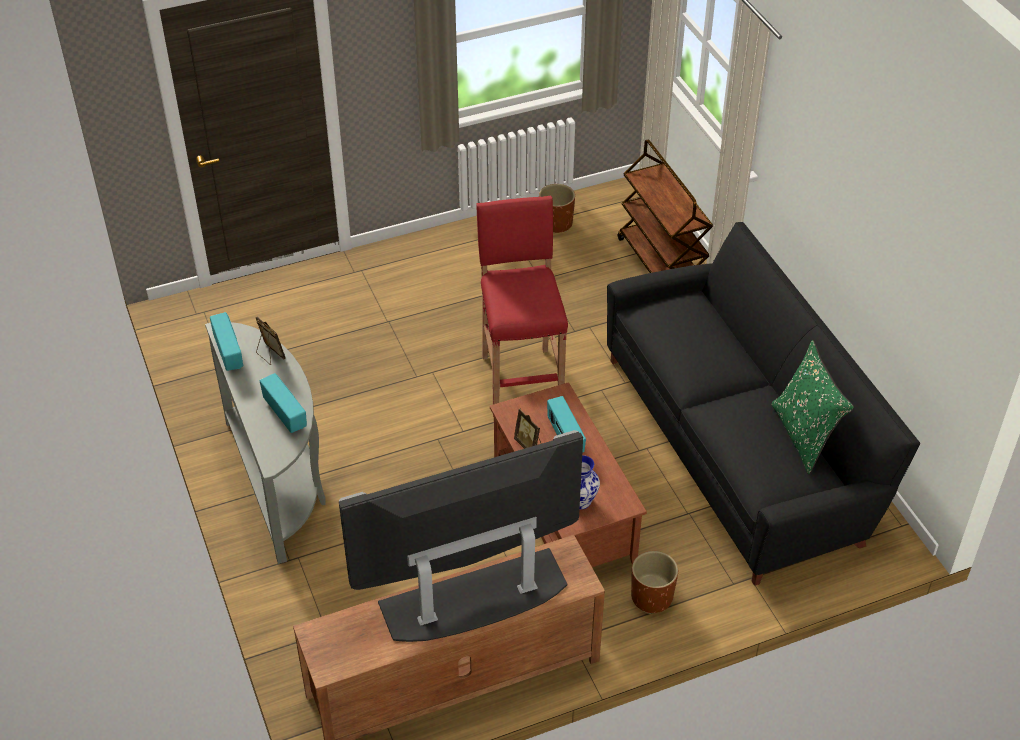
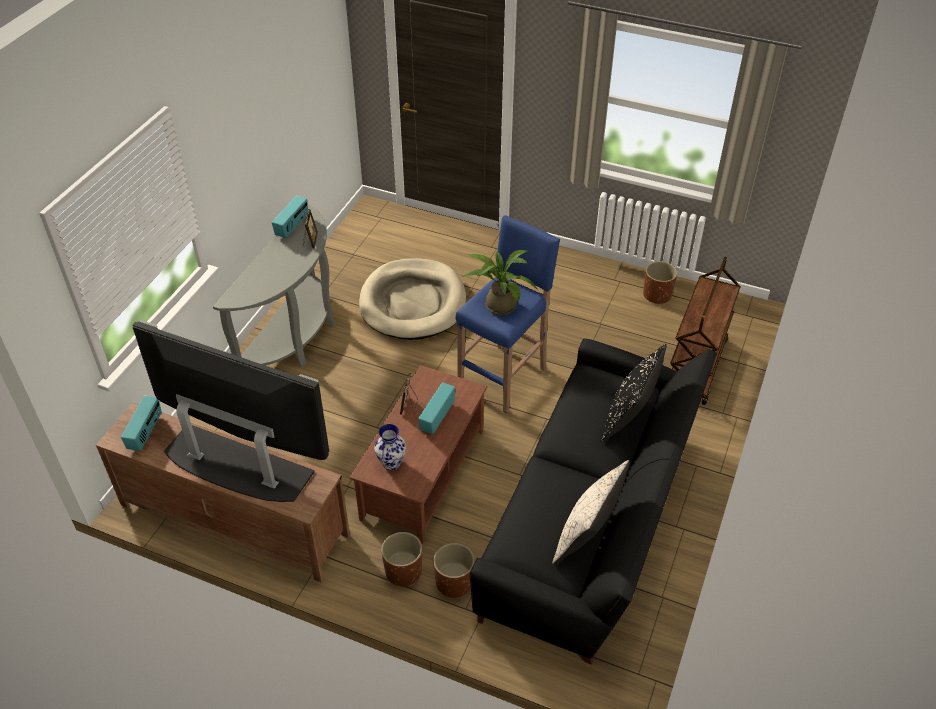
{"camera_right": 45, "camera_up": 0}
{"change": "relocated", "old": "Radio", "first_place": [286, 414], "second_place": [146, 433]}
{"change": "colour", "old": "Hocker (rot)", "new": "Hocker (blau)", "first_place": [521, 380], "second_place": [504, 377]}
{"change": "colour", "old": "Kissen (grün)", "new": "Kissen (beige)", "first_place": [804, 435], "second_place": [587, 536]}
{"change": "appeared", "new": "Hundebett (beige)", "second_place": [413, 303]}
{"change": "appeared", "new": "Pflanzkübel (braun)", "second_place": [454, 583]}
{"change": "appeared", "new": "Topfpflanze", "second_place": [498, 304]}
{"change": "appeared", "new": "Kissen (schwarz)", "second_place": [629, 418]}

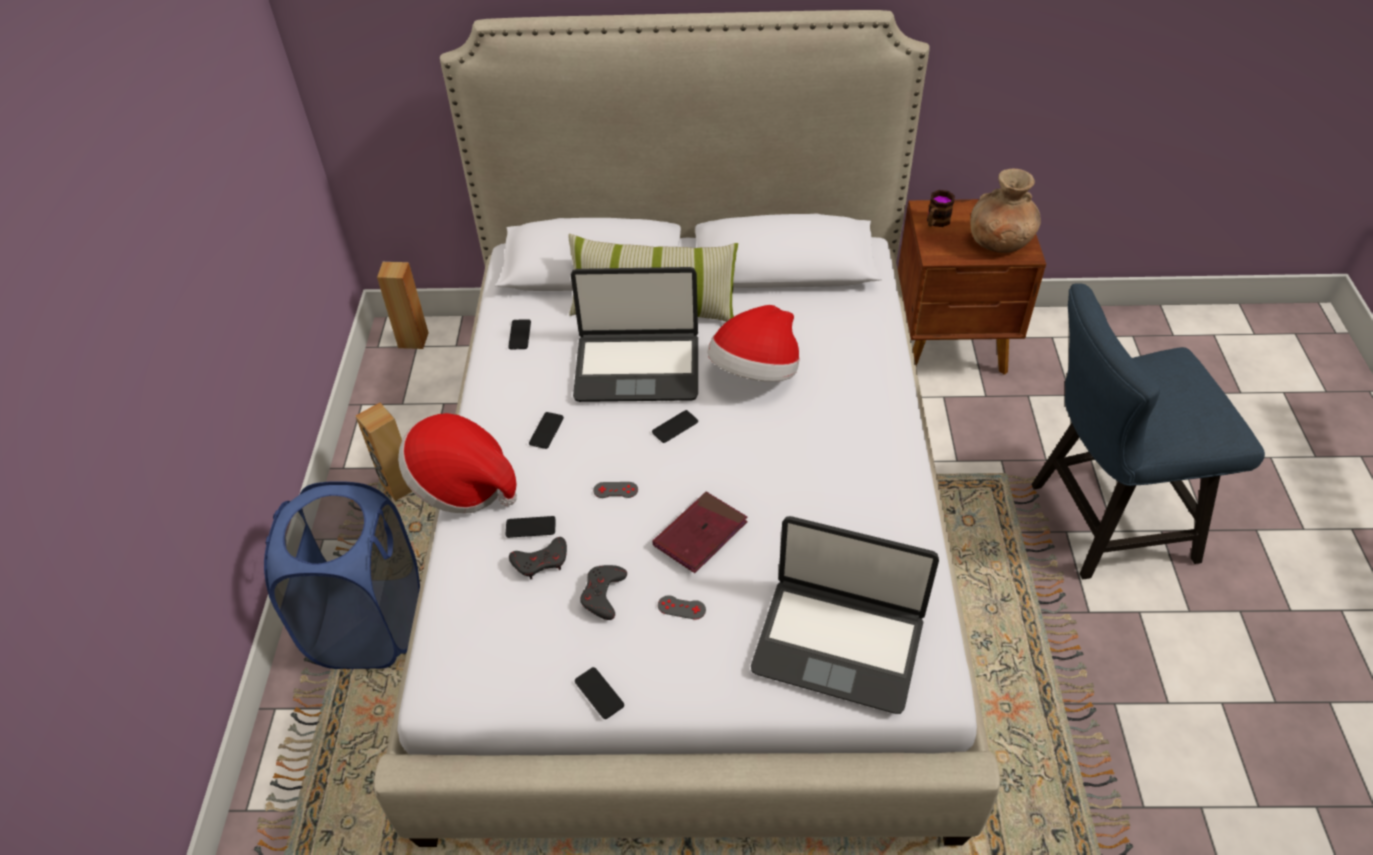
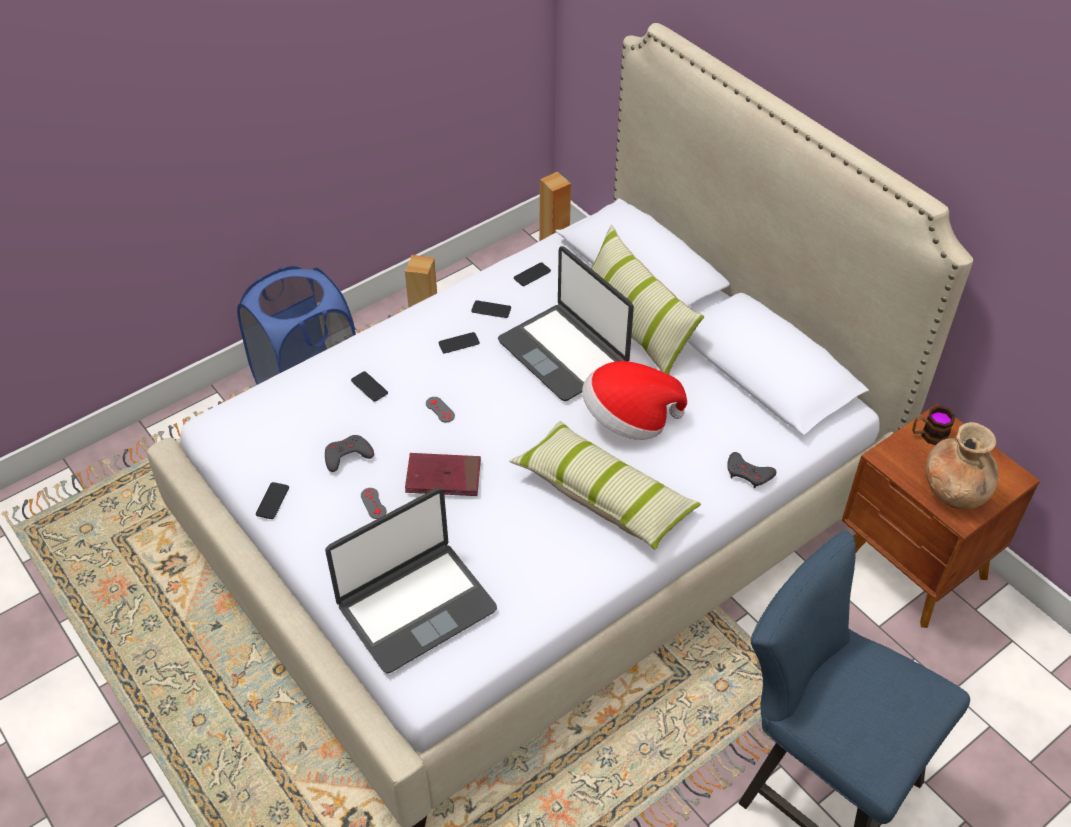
{"camera_right": 50, "camera_up": 0}
{"change": "missing", "old": "Hut", "first_place": [462, 484]}
{"change": "relocated", "old": "Gamepad (grau)", "first_place": [541, 561], "second_place": [748, 473]}
{"change": "relocated", "old": "Handy", "first_place": [675, 427], "second_place": [491, 309]}
{"change": "spun", "old": "Laptop", "first_place": [838, 643], "second_place": [415, 606], "degrees": -105}
{"change": "appeared", "new": "Kissen", "second_place": [604, 495]}

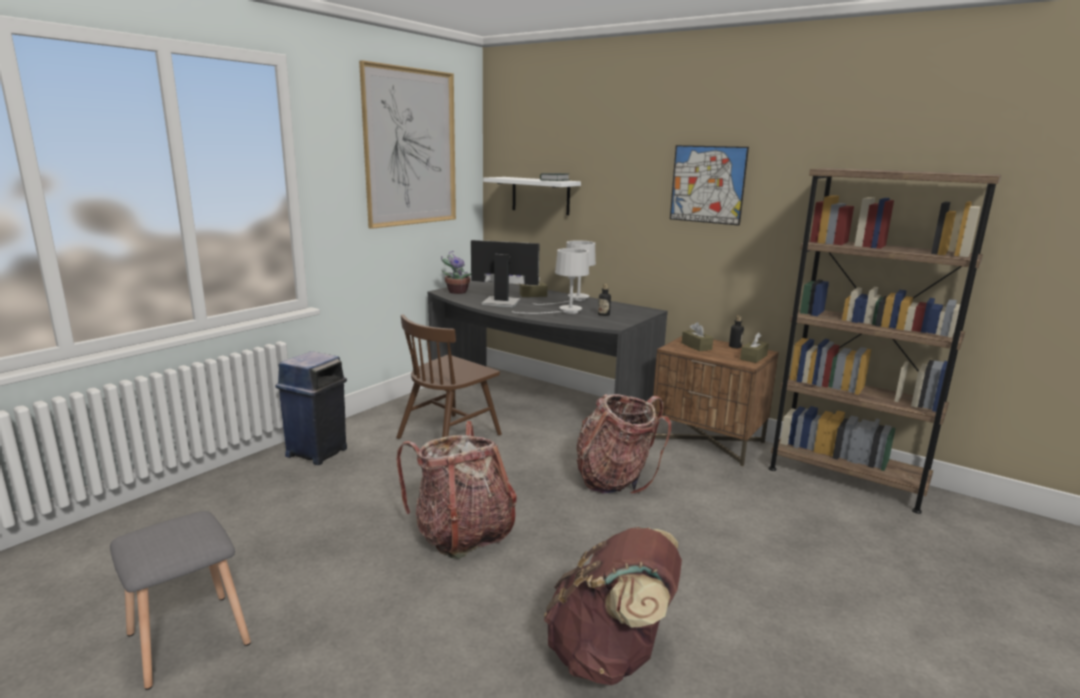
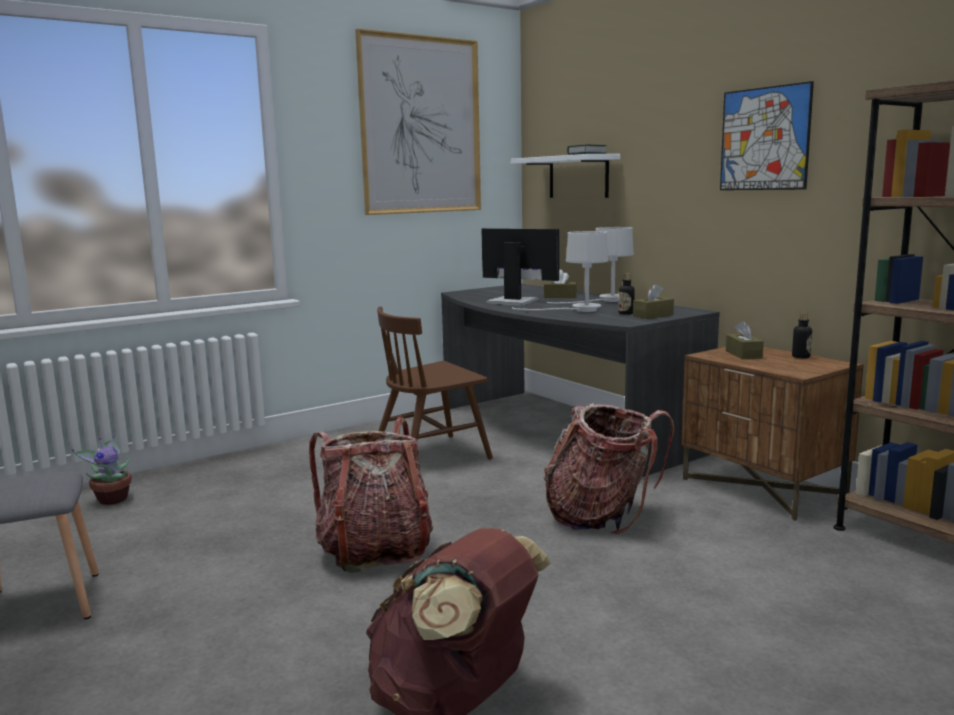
{"camera_right": 20, "camera_up": -5}
{"change": "missing", "old": "Mülleimer (blau)", "first_place": [318, 452]}
{"change": "relocated", "old": "Topfpflanze", "first_place": [456, 292], "second_place": [112, 499]}
{"change": "relocated", "old": "Taschentuchbox (braun)", "first_place": [753, 357], "second_place": [653, 315]}

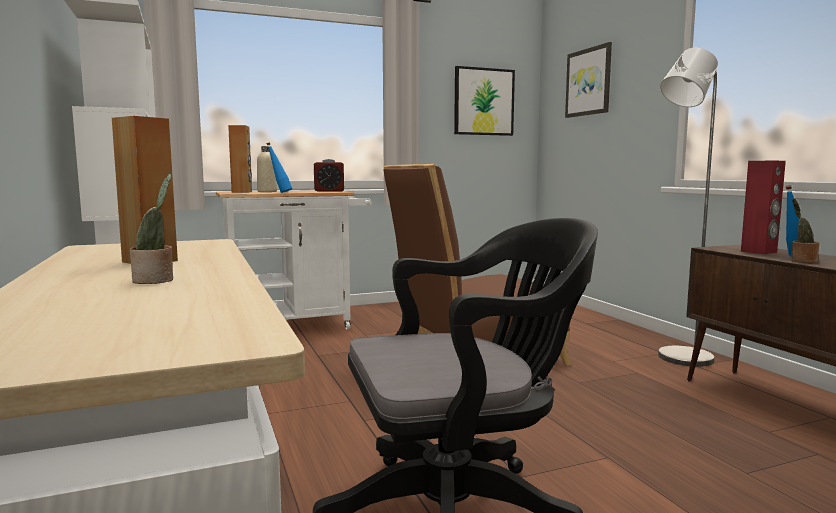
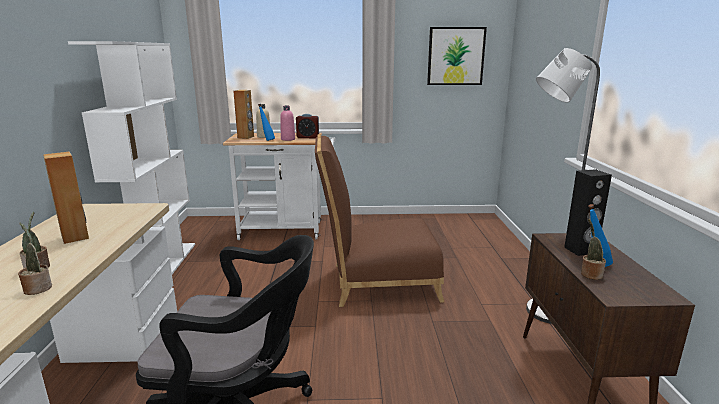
{"camera_right": 20, "camera_up": 10}
{"change": "missing", "old": "Bild", "first_place": [588, 82]}
{"change": "colour", "old": "Lautsprecher (rot)", "new": "Lautsprecher (schwarz)", "first_place": [759, 252], "second_place": [581, 250]}
{"change": "appeared", "new": "Topfpflanze", "second_place": [37, 288]}
{"change": "appeared", "new": "Flasche (rosa)", "second_place": [288, 139]}

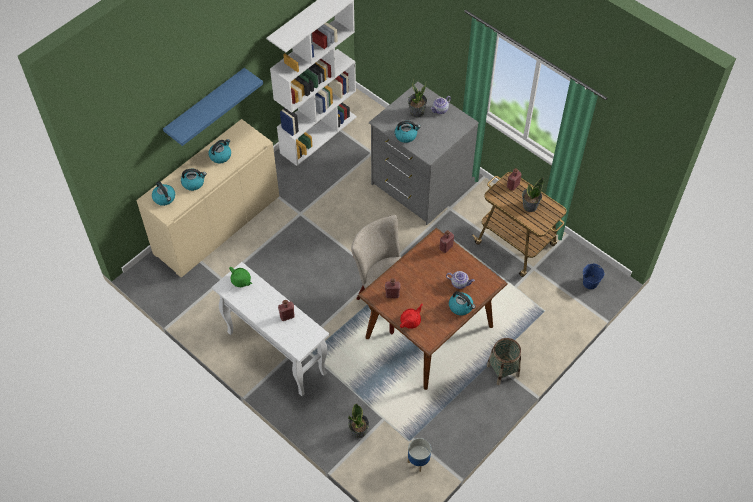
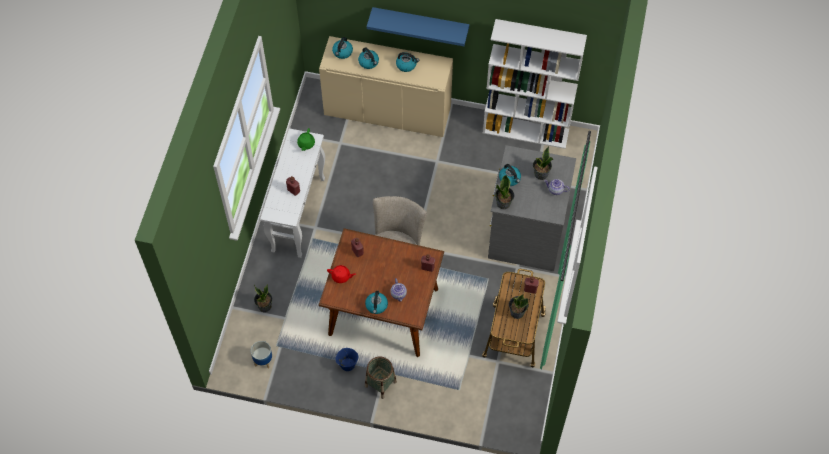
{"camera_right": 60, "camera_up": 5}
{"change": "relocated", "old": "Eimer (blau)", "first_place": [590, 283], "second_place": [347, 364]}
{"change": "appeared", "new": "Topfpflanze", "second_place": [503, 203]}

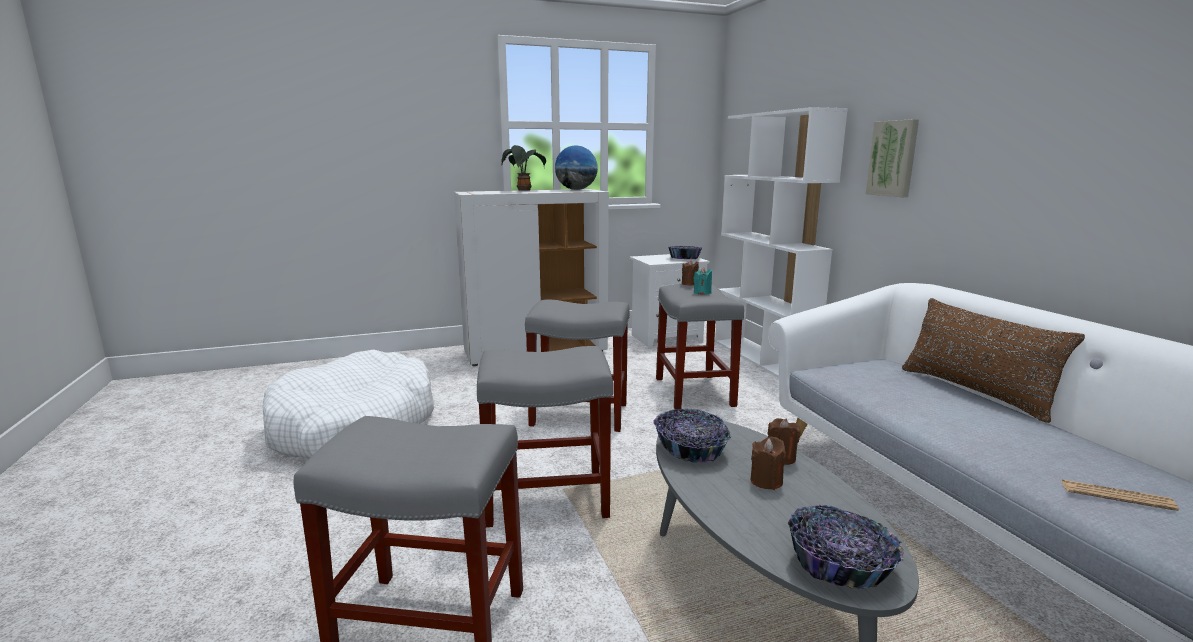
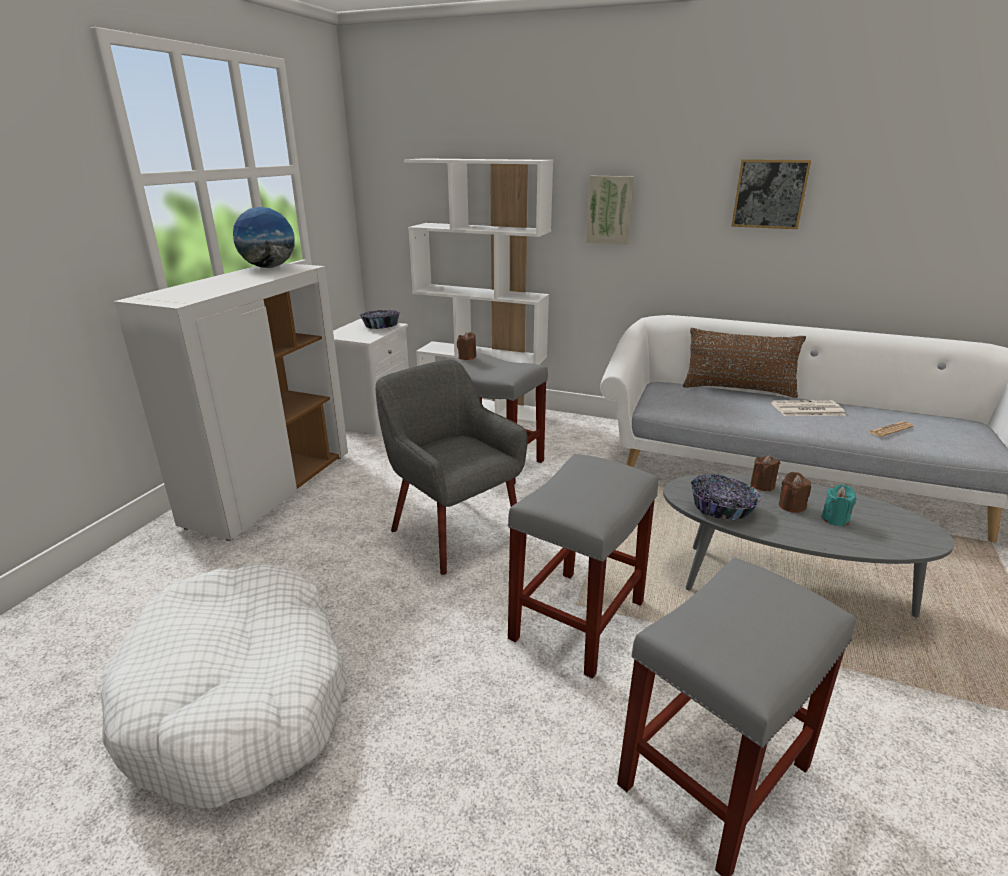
{"camera_right": -50, "camera_up": 10}
{"change": "missing", "old": "Topfpflanze", "first_place": [524, 190]}
{"change": "exchanged", "old": "Hocker (grau)", "new": "Sessel (grau)", "first_place": [581, 414], "second_place": [453, 531]}
{"change": "relocated", "old": "Kerze (türkis)", "first_place": [702, 293], "second_place": [835, 519]}
{"change": "missing", "old": "Schüssel", "first_place": [840, 565]}
{"change": "appeared", "new": "Bild", "second_place": [769, 194]}
{"change": "appeared", "new": "Zeitung", "second_place": [806, 409]}

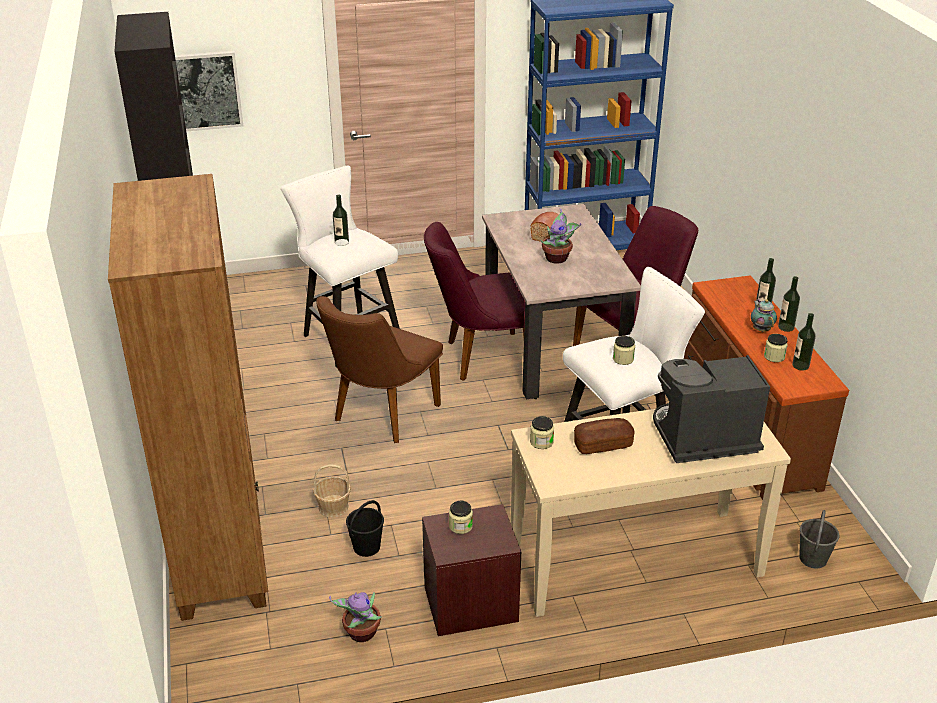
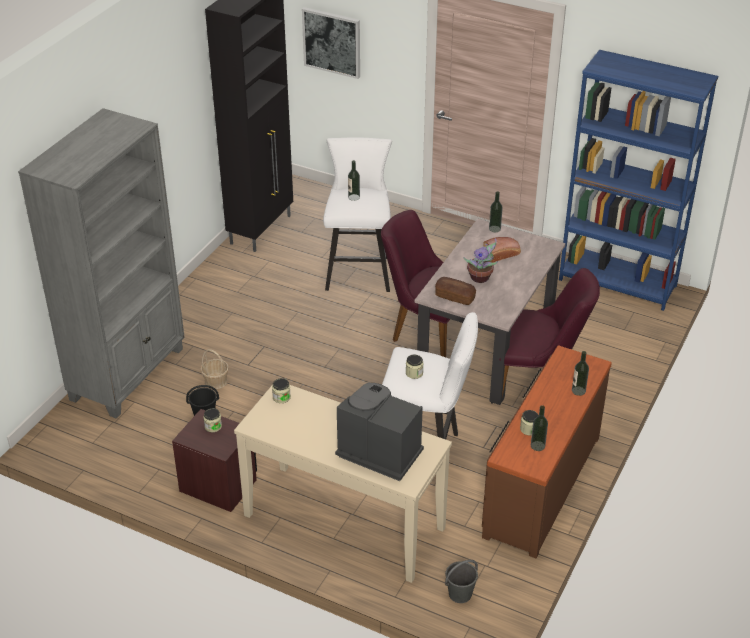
{"camera_right": 40, "camera_up": 5}
{"change": "colour", "old": "Bücherregal (braun)", "new": "Bücherregal (grau)", "first_place": [221, 552], "second_place": [129, 374]}
{"change": "missing", "old": "Stuhl (braun)", "first_place": [380, 416]}
{"change": "missing", "old": "Topfpflanze", "first_place": [361, 634]}
{"change": "relocated", "old": "Brot", "first_place": [603, 445], "second_place": [455, 297]}
{"change": "missing", "old": "Teekanne", "first_place": [761, 329]}
{"change": "relocated", "old": "Flasche", "first_place": [786, 327], "second_place": [494, 229]}

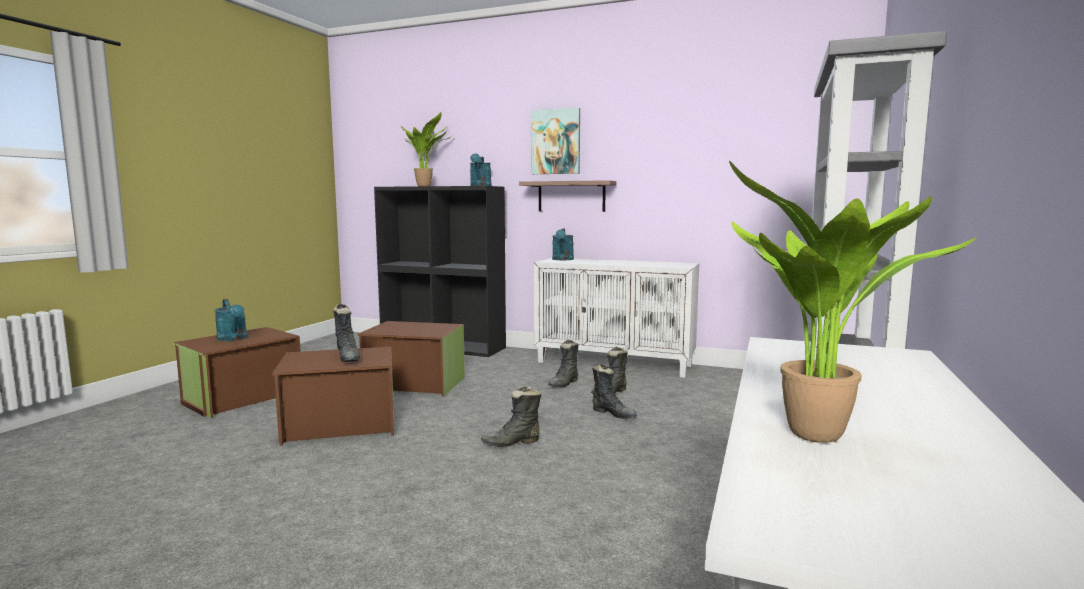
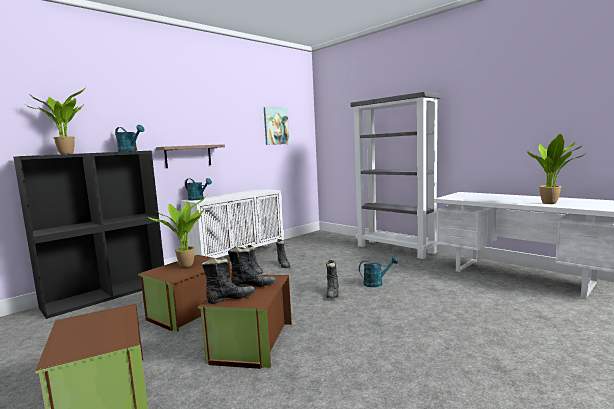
{"camera_right": -65, "camera_up": 0}
{"change": "relocated", "old": "Gießkanne (türkis)", "first_place": [233, 339], "second_place": [376, 283]}
{"change": "relocated", "old": "Bild", "first_place": [556, 142], "second_place": [276, 126]}
{"change": "relocated", "old": "Stiefel (schwarz)", "first_place": [613, 414], "second_place": [230, 298]}
{"change": "appeared", "new": "Topfpflanze", "second_place": [187, 265]}

